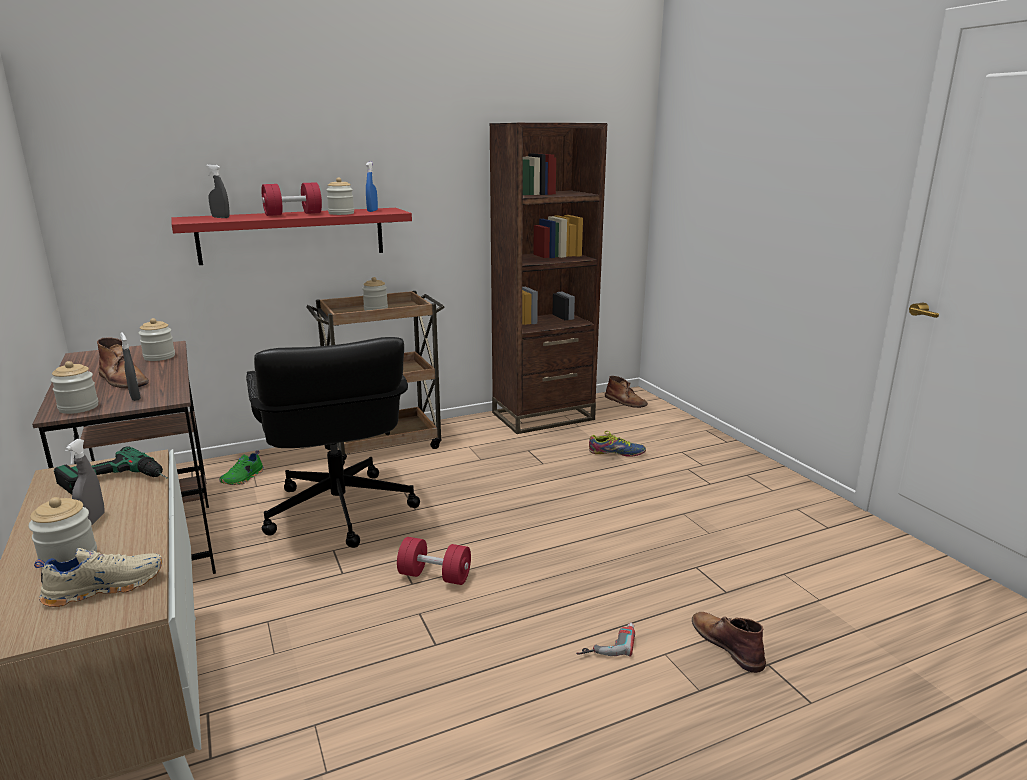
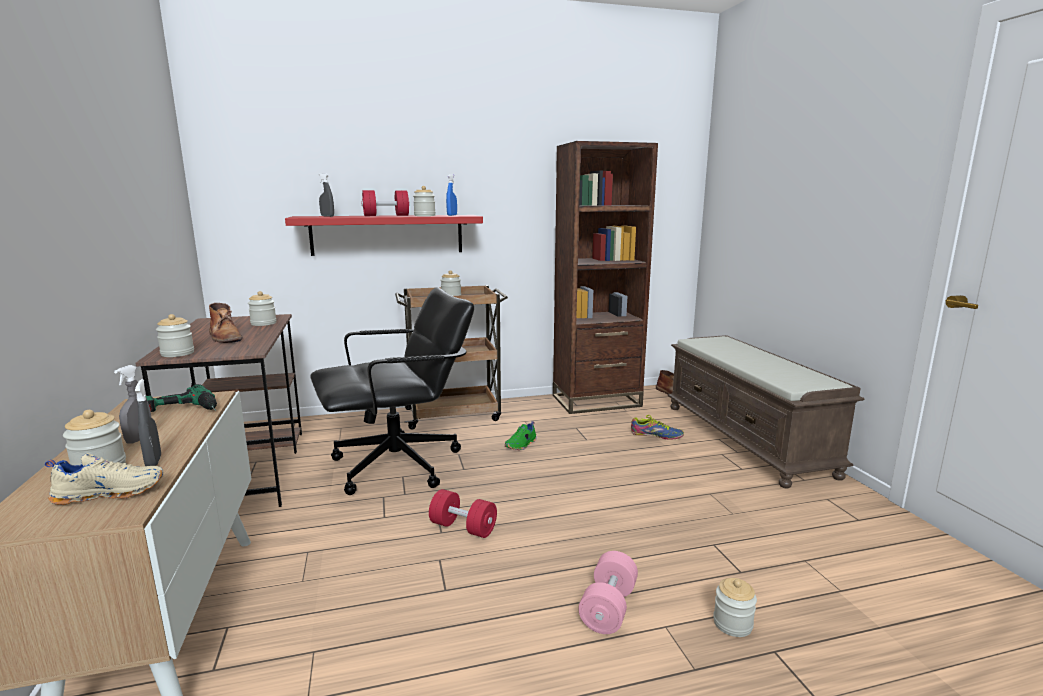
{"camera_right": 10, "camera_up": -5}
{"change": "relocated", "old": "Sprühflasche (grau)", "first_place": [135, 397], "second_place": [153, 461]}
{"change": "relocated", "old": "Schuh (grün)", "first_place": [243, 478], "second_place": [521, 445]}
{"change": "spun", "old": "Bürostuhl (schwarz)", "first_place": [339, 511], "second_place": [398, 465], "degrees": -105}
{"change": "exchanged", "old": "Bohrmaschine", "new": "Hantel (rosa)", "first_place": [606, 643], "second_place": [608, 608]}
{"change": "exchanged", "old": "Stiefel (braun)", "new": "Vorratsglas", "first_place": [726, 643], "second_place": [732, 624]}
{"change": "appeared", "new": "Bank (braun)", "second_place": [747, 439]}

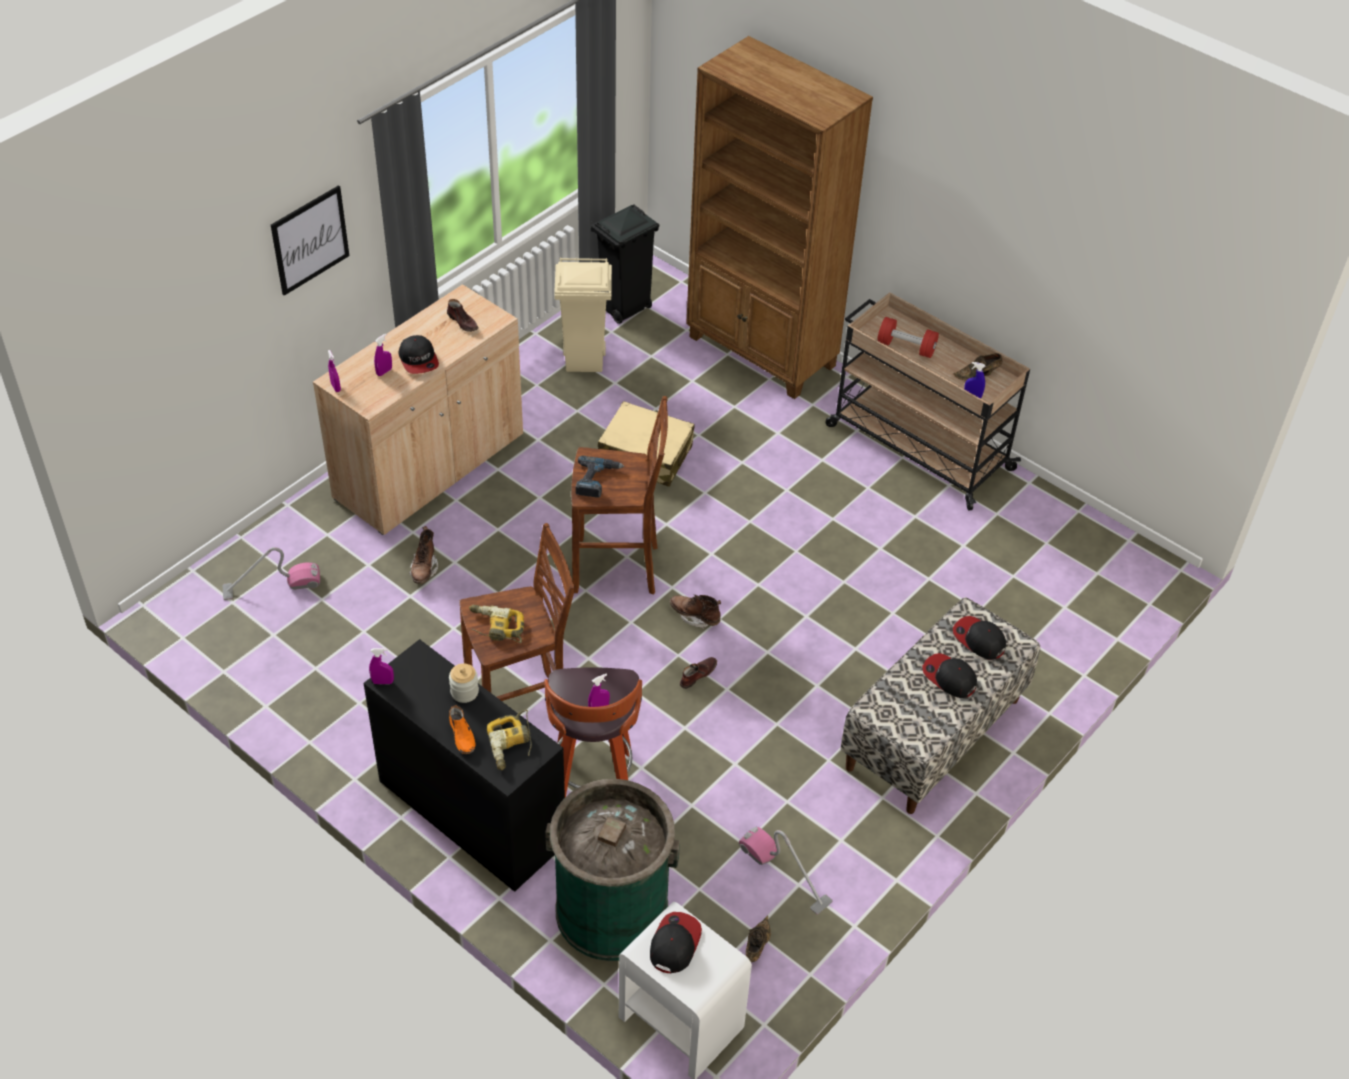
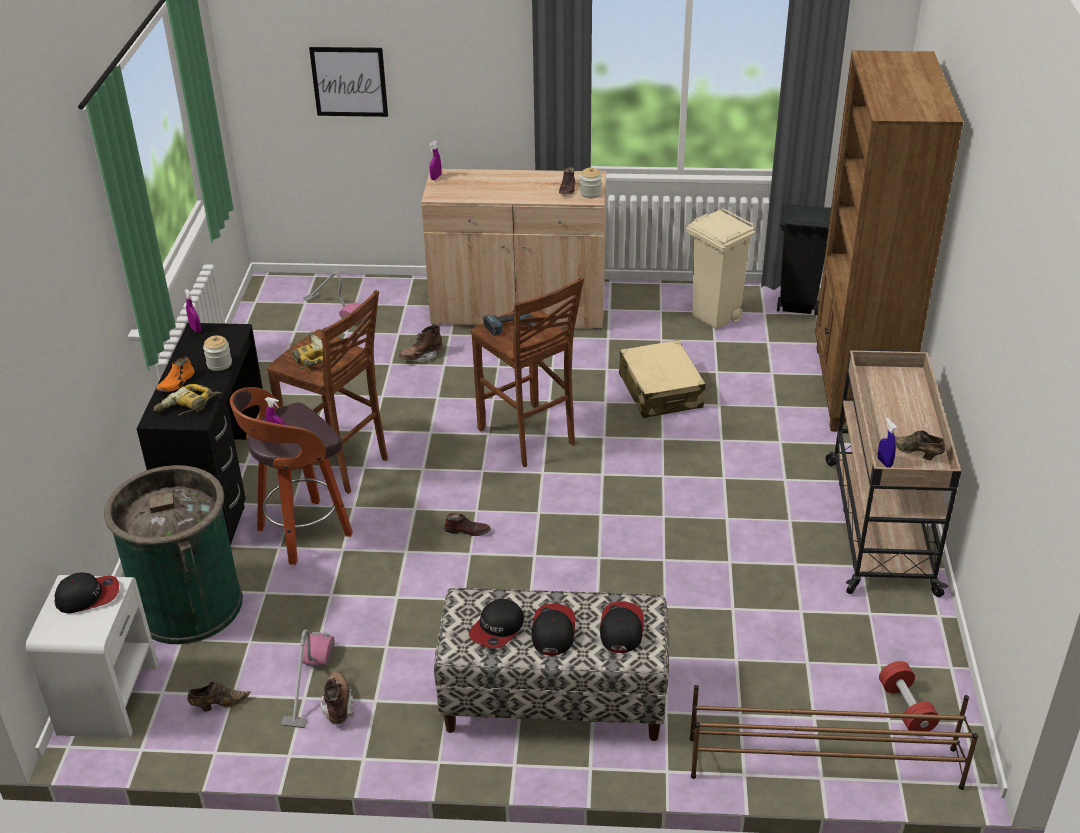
{"camera_right": 55, "camera_up": -10}
{"change": "relocated", "old": "Bild", "first_place": [310, 240], "second_place": [349, 81]}
{"change": "missing", "old": "Sprühflasche (lila)", "first_place": [384, 372]}
{"change": "relocated", "old": "Kappe", "first_place": [419, 360], "second_place": [497, 629]}
{"change": "relocated", "old": "Stiefel (braun)", "first_place": [695, 616], "second_place": [337, 705]}
{"change": "relocated", "old": "Hantel (rot)", "first_place": [906, 347], "second_place": [906, 708]}
{"change": "appeared", "new": "Vorratsglas", "second_place": [590, 193]}
{"change": "appeared", "new": "Schuhregal (braun)", "second_place": [822, 762]}

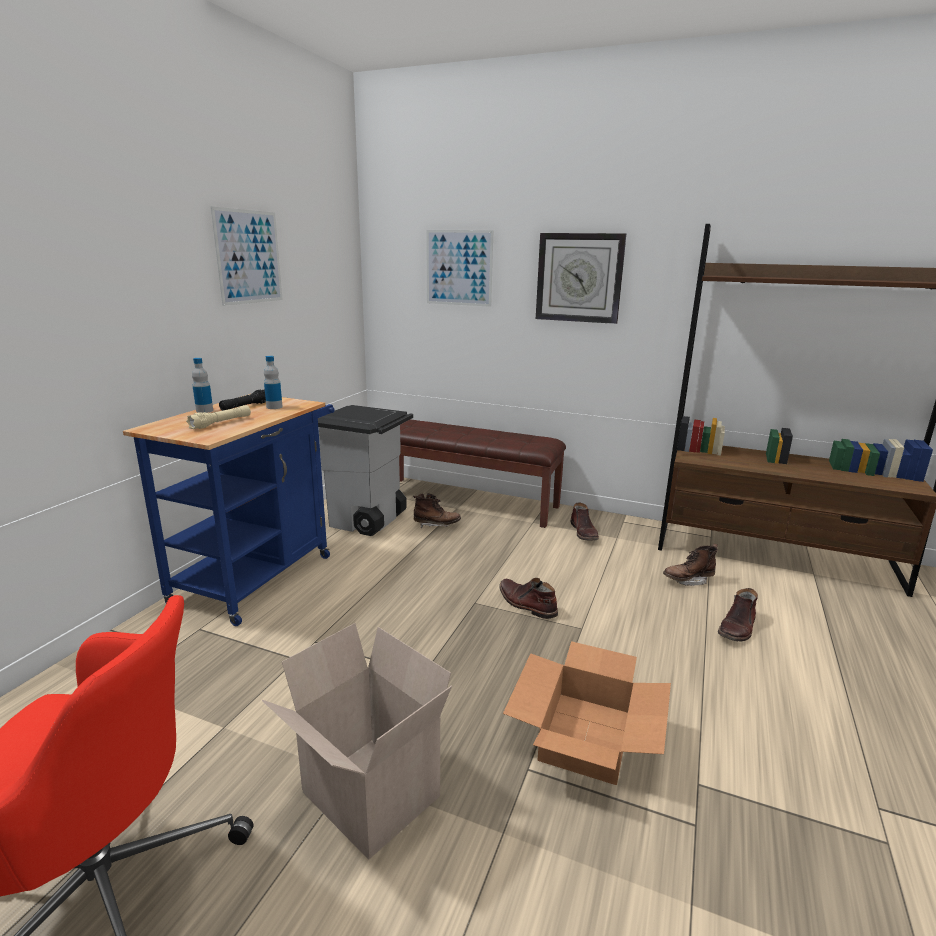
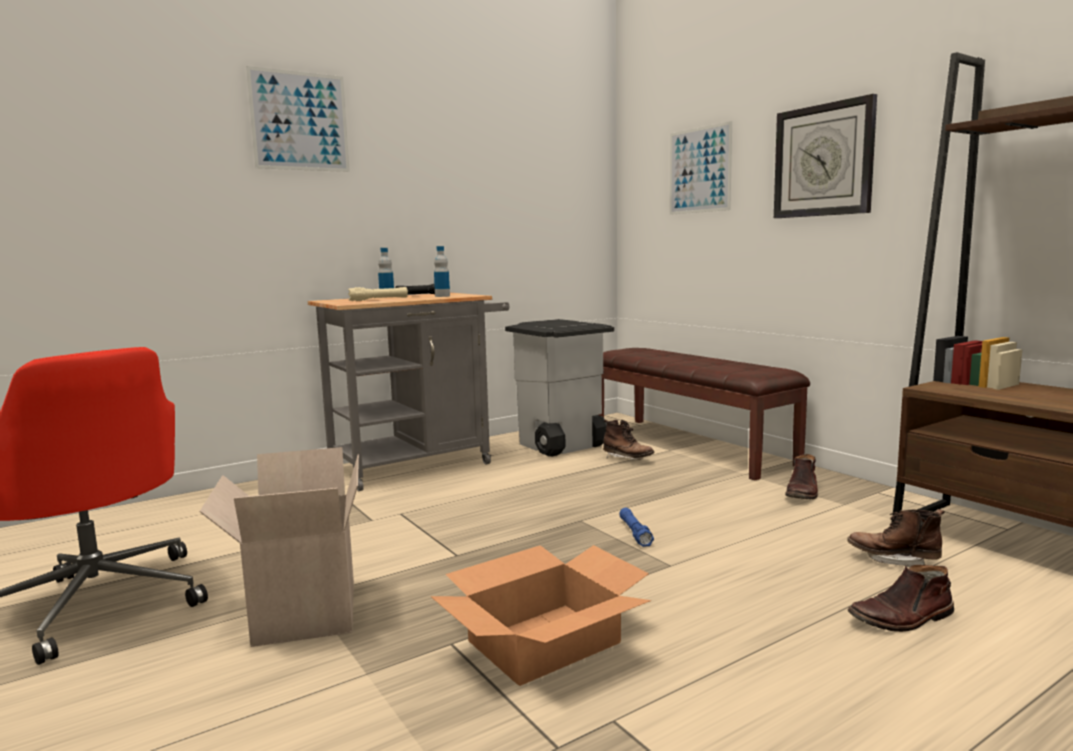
{"camera_right": 35, "camera_up": -10}
{"change": "colour", "old": "Rollwagen (blau)", "new": "Rollwagen (grau)", "first_place": [260, 574], "second_place": [420, 464]}
{"change": "relocated", "old": "Bild", "first_place": [249, 257], "second_place": [300, 121]}
{"change": "exchanged", "old": "Stiefel (braun)", "new": "Taschenlampe (blau)", "first_place": [526, 604], "second_place": [635, 533]}

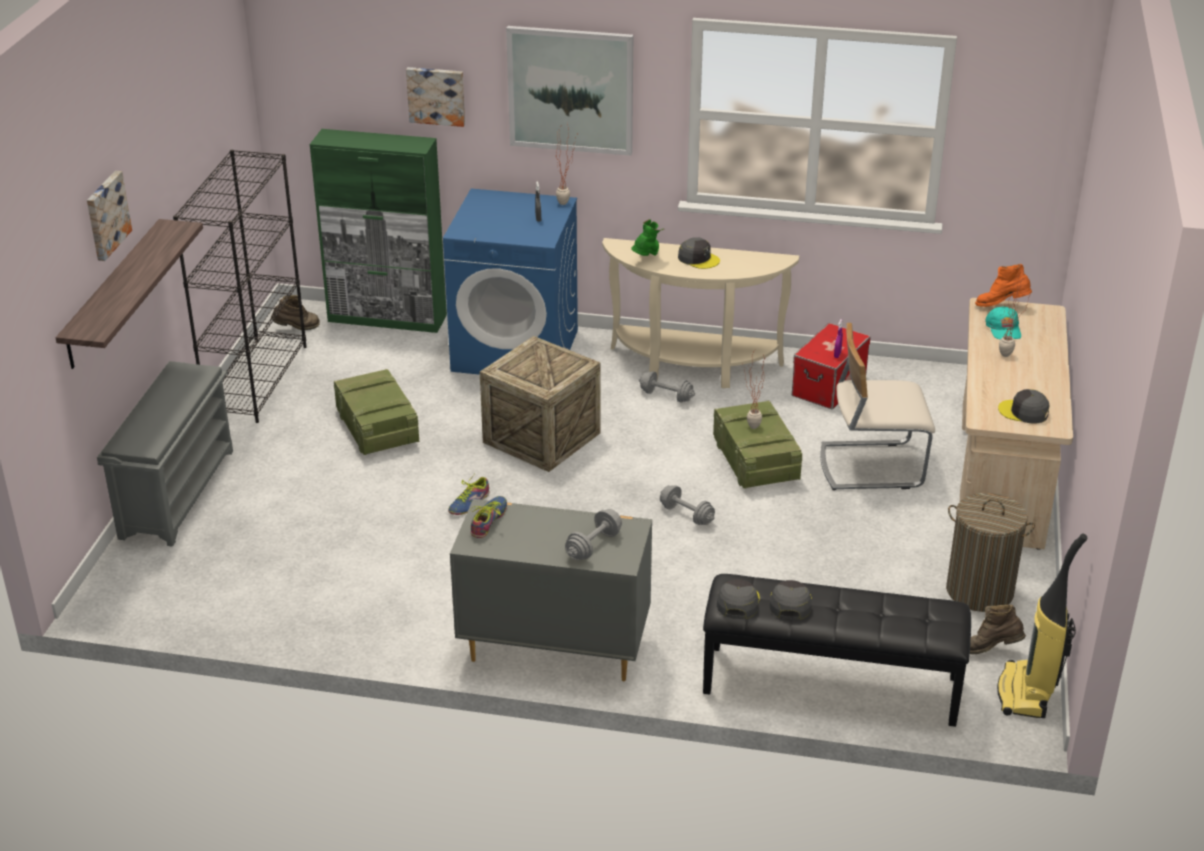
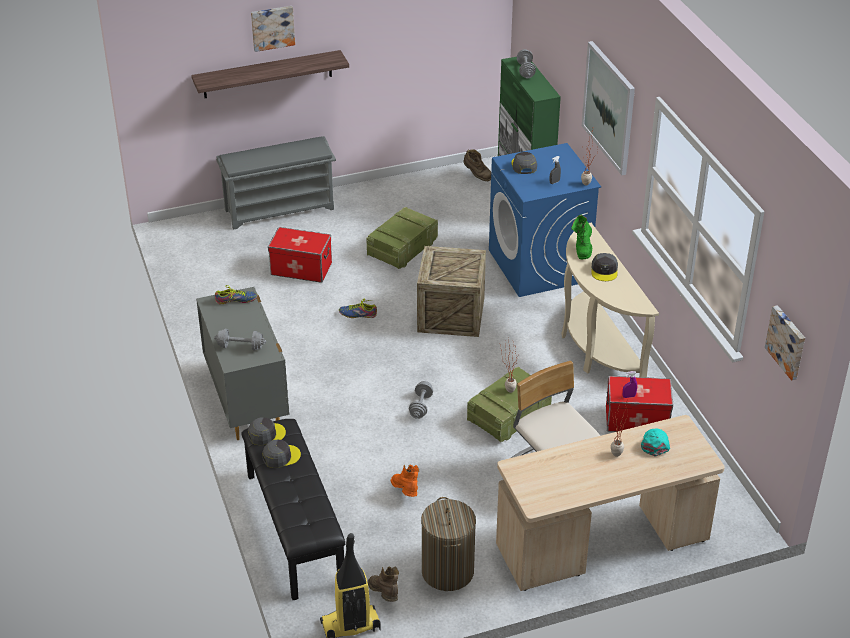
{"camera_right": 60, "camera_up": 5}
{"change": "missing", "old": "Bücherregal (schwarz)", "first_place": [256, 380]}
{"change": "relocated", "old": "Bild", "first_place": [436, 95], "second_place": [787, 342]}
{"change": "spun", "old": "Stiefel (grün)", "first_place": [646, 257], "second_place": [582, 248], "degrees": 105}
{"change": "relocated", "old": "Hantel (grau)", "first_place": [666, 396], "second_place": [525, 71]}
{"change": "relocated", "old": "Stiefel (orange)", "first_place": [1001, 306], "second_place": [405, 492]}
{"change": "spun", "old": "Kappe (türkis)", "first_place": [1003, 329], "second_place": [655, 444], "degrees": 135}
{"change": "relocated", "old": "Kappe (grau)", "first_place": [1024, 412], "second_place": [523, 165]}
{"change": "appeared", "new": "Aufbewahrungsbox", "second_place": [301, 268]}

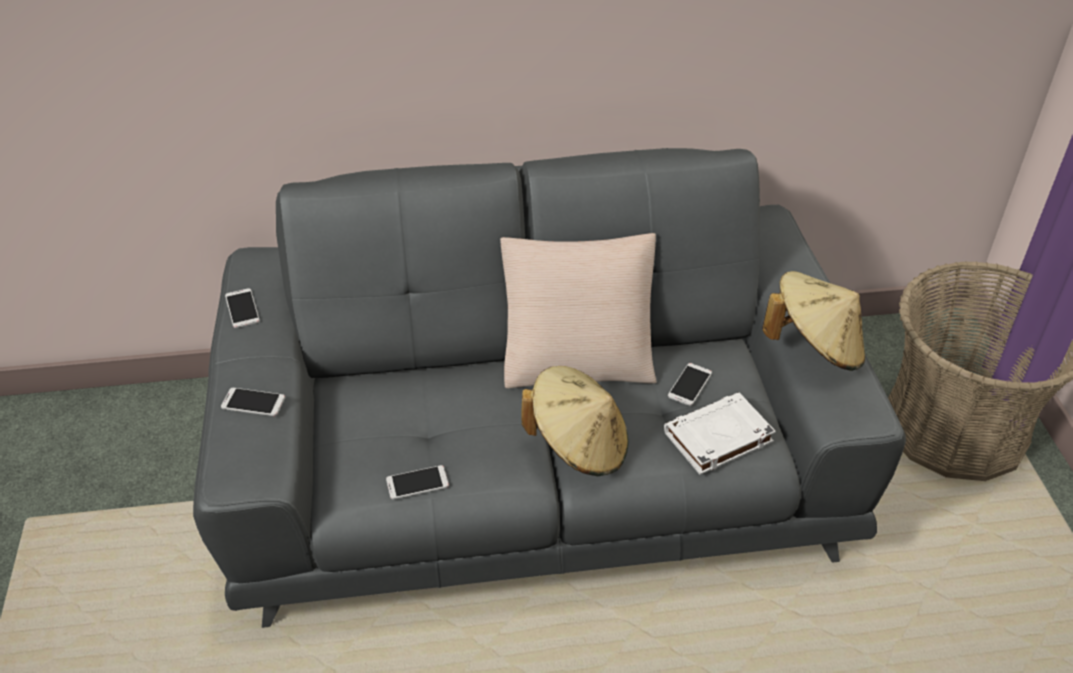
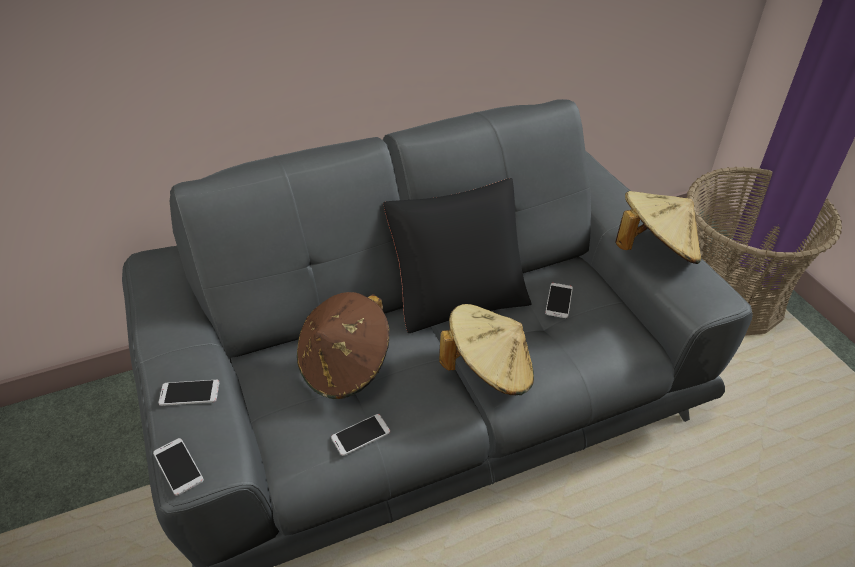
{"camera_right": -15, "camera_up": 0}
{"change": "relocated", "old": "Handy", "first_place": [242, 308], "second_place": [178, 466]}
{"change": "colour", "old": "Kissen (beige)", "new": "Kissen (schwarz)", "first_place": [578, 355], "second_place": [458, 294]}
{"change": "missing", "old": "Buch (weiß)", "first_place": [717, 438]}
{"change": "appeared", "new": "Hut (braun)", "second_place": [345, 366]}

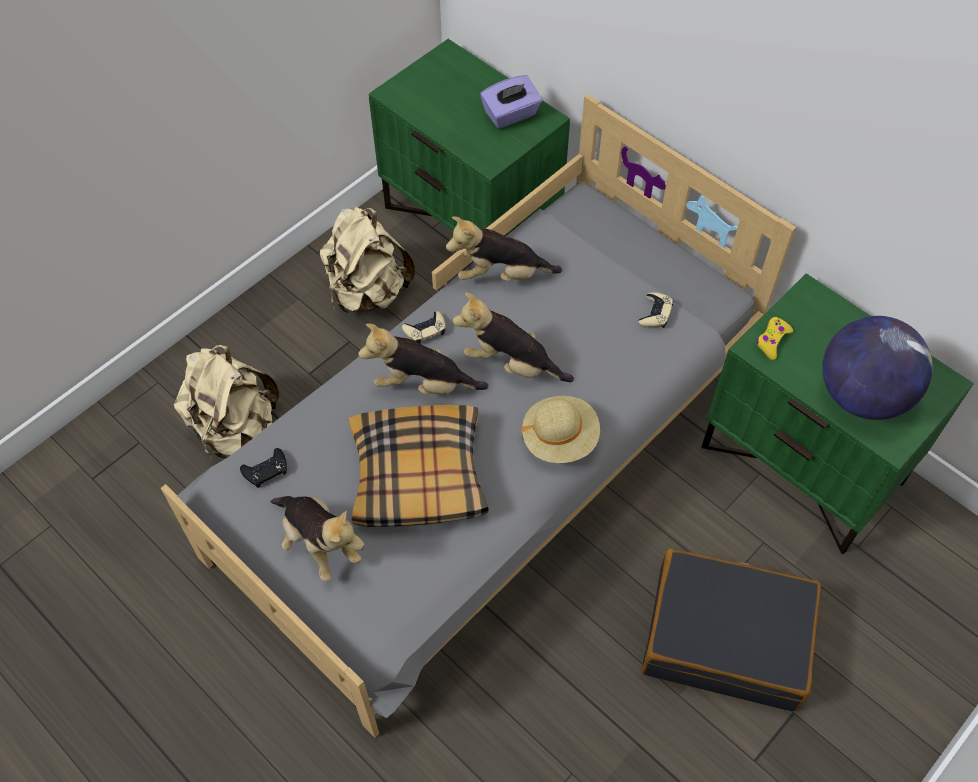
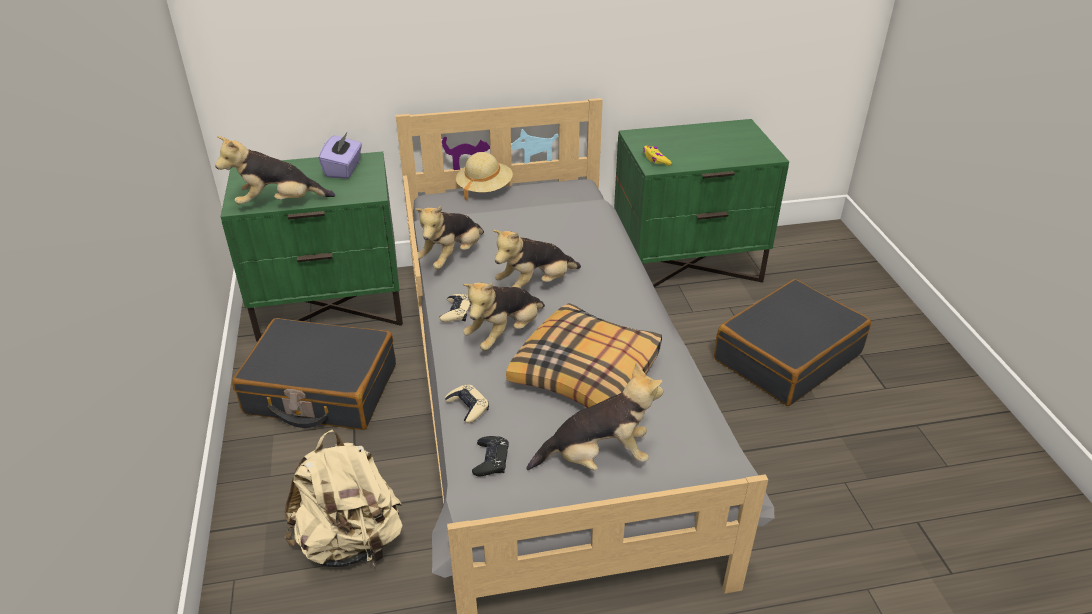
{"camera_right": -55, "camera_up": -20}
{"change": "exchanged", "old": "Rucksack (beige)", "new": "Koffer (schwarz)", "first_place": [367, 292], "second_place": [321, 390]}
{"change": "relocated", "old": "Hut (beige)", "first_place": [560, 438], "second_place": [484, 189]}
{"change": "relocated", "old": "Gamepad (beige)", "first_place": [655, 313], "second_place": [468, 407]}
{"change": "missing", "old": "Globus", "first_place": [862, 395]}
{"change": "appeared", "new": "Plüschtier", "second_place": [279, 203]}

